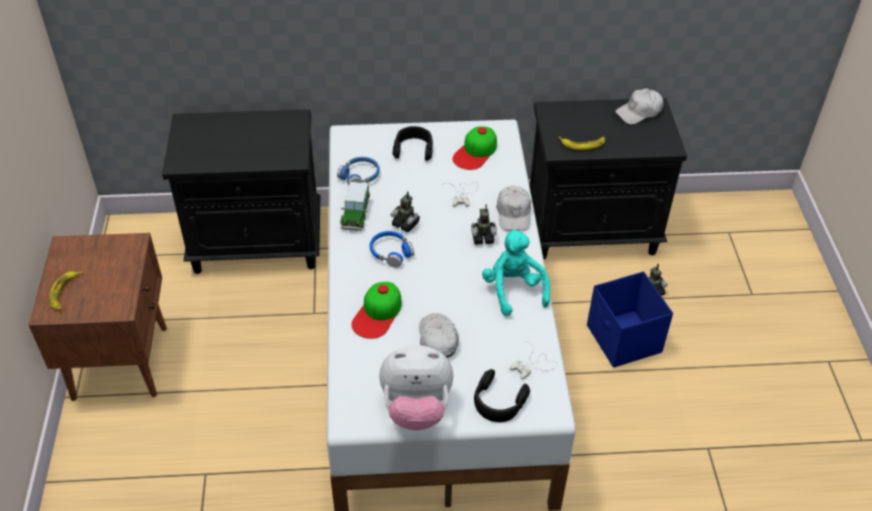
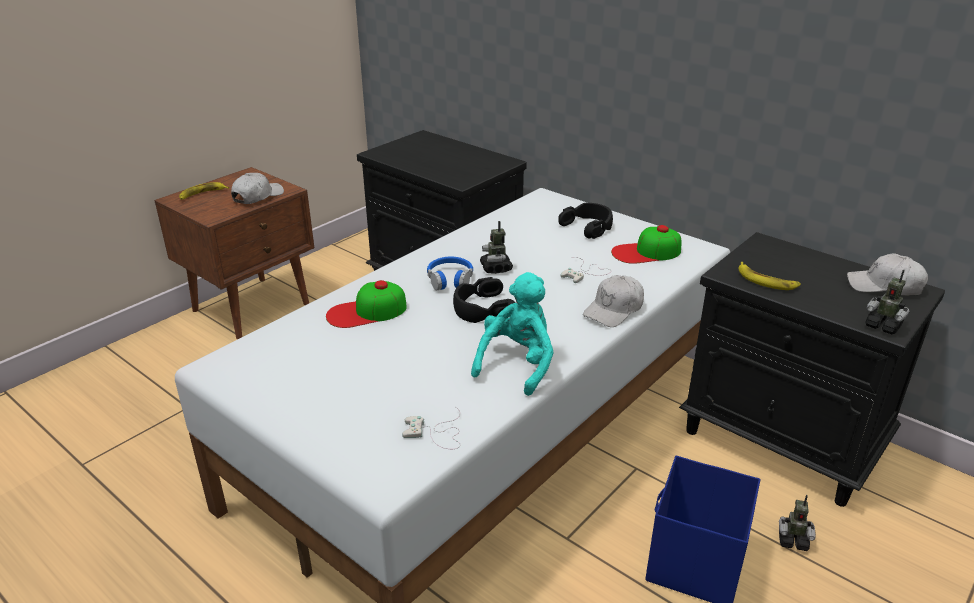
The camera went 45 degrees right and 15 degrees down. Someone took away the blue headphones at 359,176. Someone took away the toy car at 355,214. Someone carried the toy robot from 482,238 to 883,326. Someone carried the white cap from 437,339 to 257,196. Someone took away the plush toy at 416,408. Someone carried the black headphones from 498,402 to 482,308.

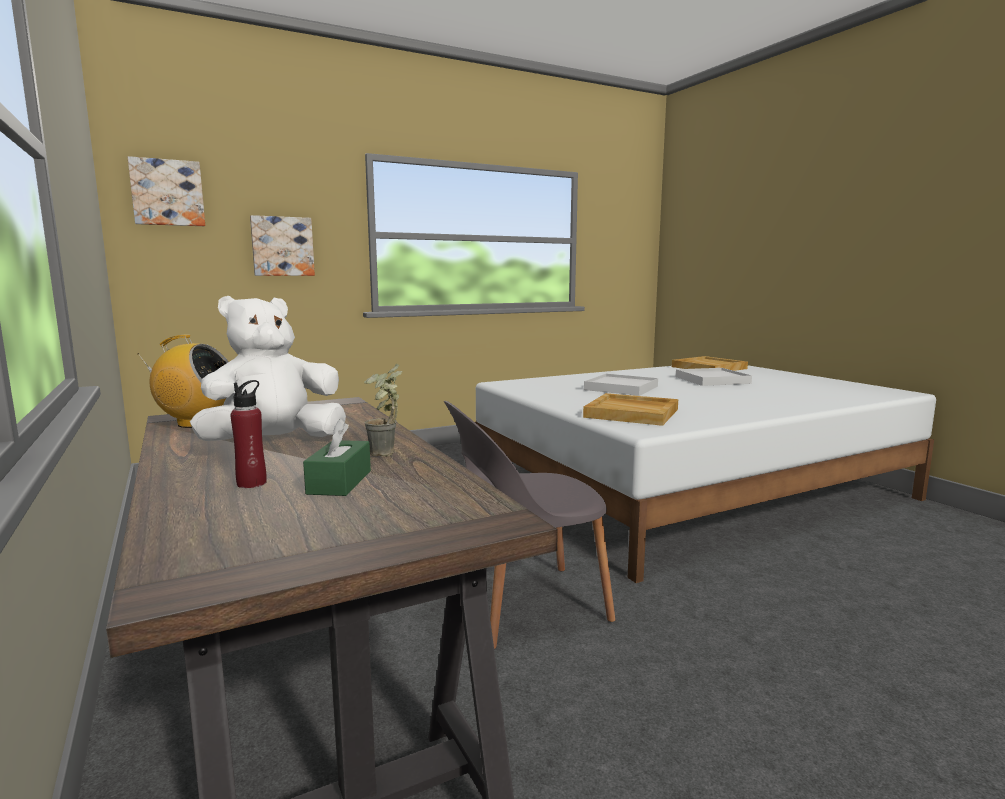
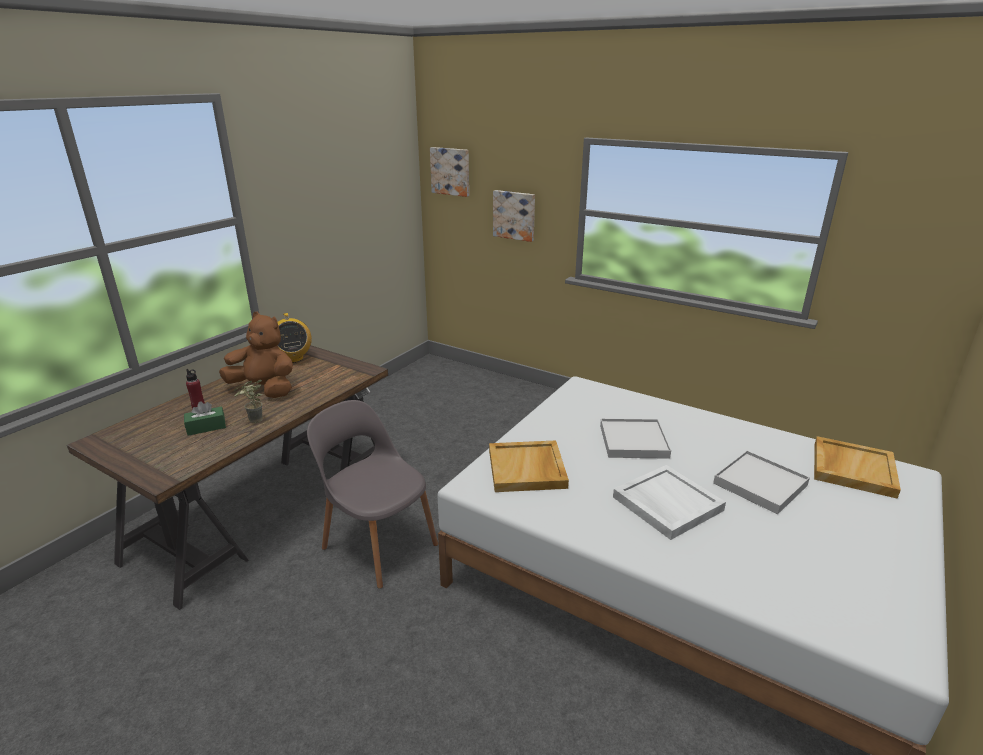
The camera went 60 degrees right and 15 degrees up. Someone repainted the white plush toy at 274,443, which became the brown plush toy at 264,389. Someone put down the white tray at 666,503.

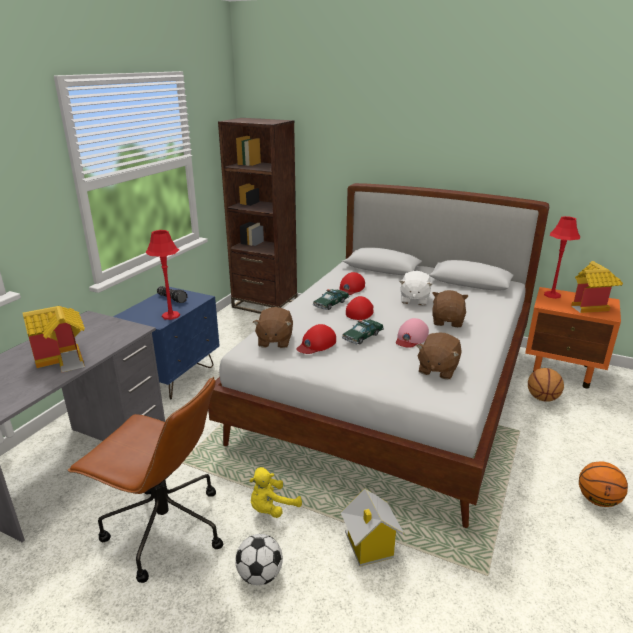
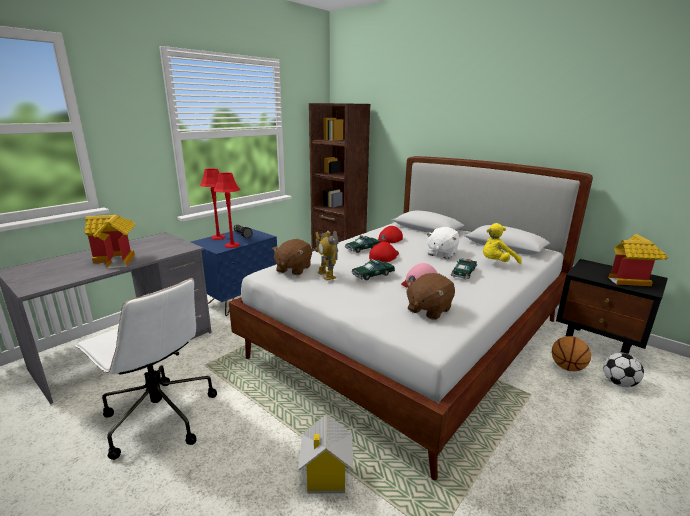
The camera went 15 degrees right and 5 degrees down. Someone carried the red table lamp from 552,295 to 218,237. Someone repainted the orange nightstand at 562,370, which became the black nightstand at 598,345. Someone swapped the brown plush toy at 448,321 for the toy car at 463,273. Someone swapped the red cap at 316,344 for the toy robot at 326,275. Someone repainted the brown office chair at 164,528, which became the white office chair at 158,417. Someone took away the basketball at 597,500. Someone carried the yellow plush toy from 272,508 to 496,263. Someone carried the football from 260,575 to 618,383.

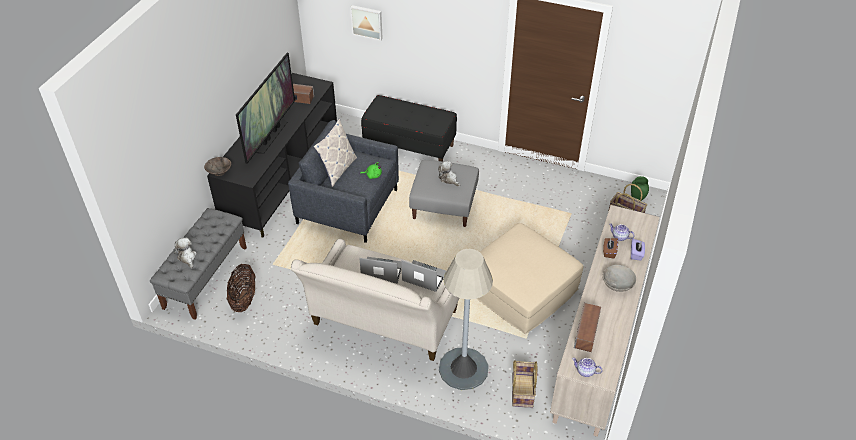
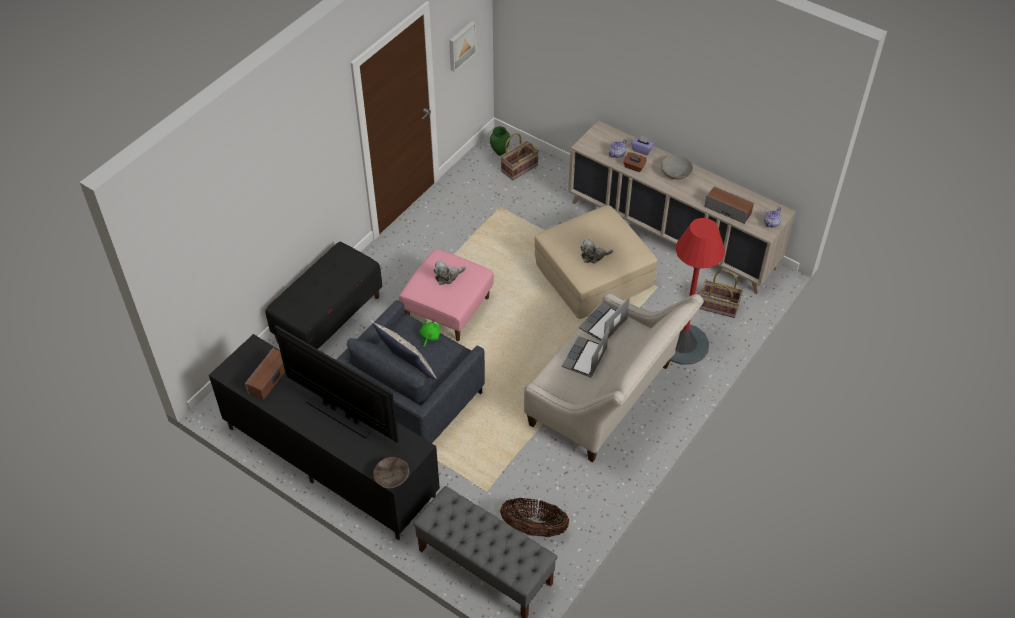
The camera went 75 degrees left and 5 degrees up. Someone carried the picture from 367,22 to 461,45. Someone repainted the grey ottoman at 444,206, which became the pink ottoman at 447,308. Someone carried the plush toy from 187,257 to 593,256. Someone repainted the grey floor lamp at 463,369, which became the red floor lamp at 683,344.

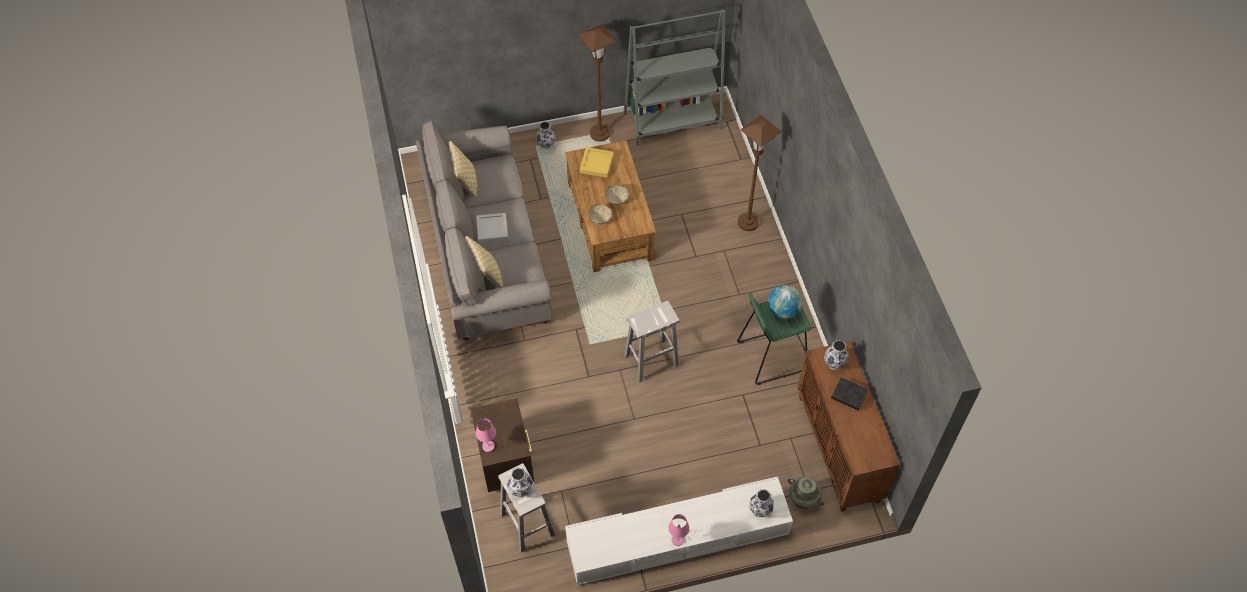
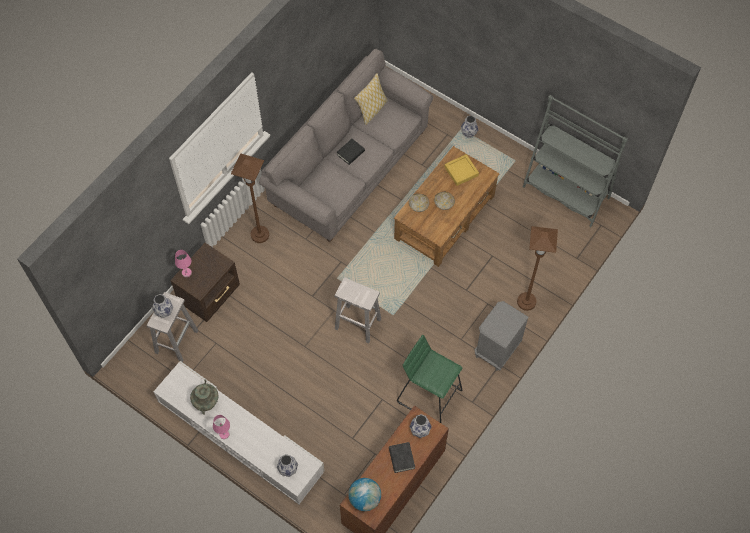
The camera went 50 degrees right and 5 degrees up. Someone carried the brown floor lamp from 599,134 to 260,235. Someone swapped the grey tray at 492,230 for the black book at 350,153. Someone took away the pillow at 487,275. Someone carried the globe from 783,311 to 365,499. Someone carried the turquoise vase from 803,499 to 206,402. Someone put down the grey nightstand at 497,350.

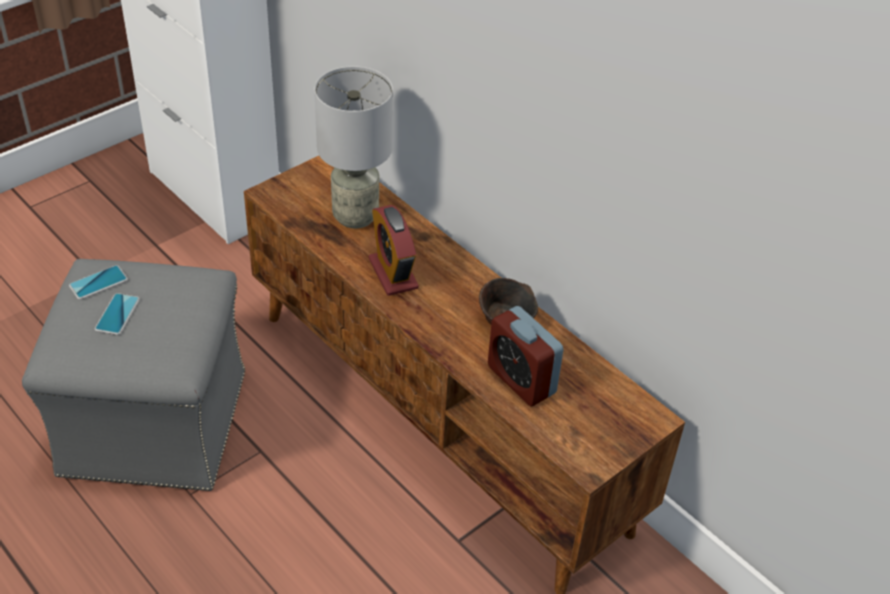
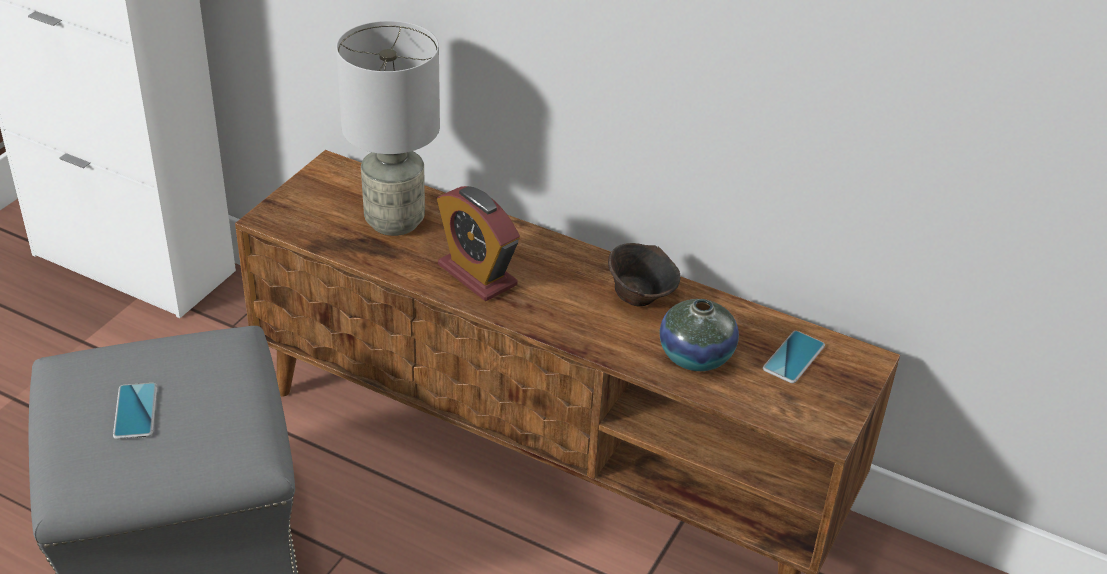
The camera went 20 degrees left and 5 degrees down. Someone carried the phone from 98,283 to 793,357. Someone swapped the alarm clock at 521,380 for the vase at 695,356.

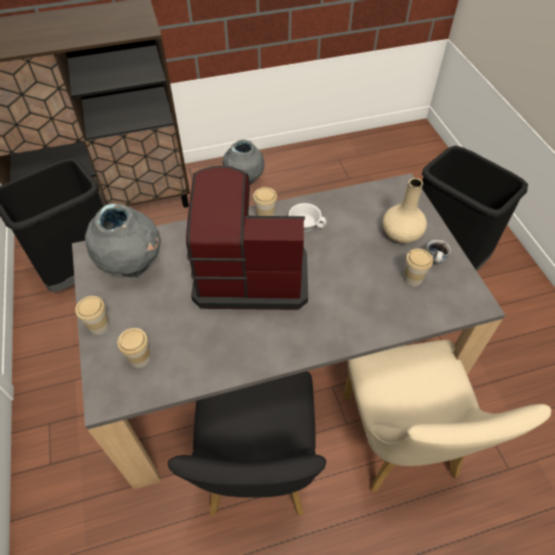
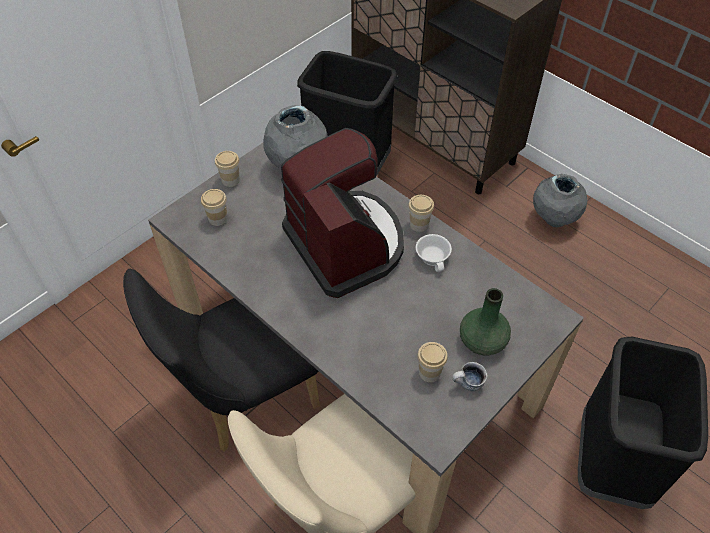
The camera went 60 degrees right and 0 degrees up. Someone repainted the beige vase at 401,233, which became the green vase at 483,341.

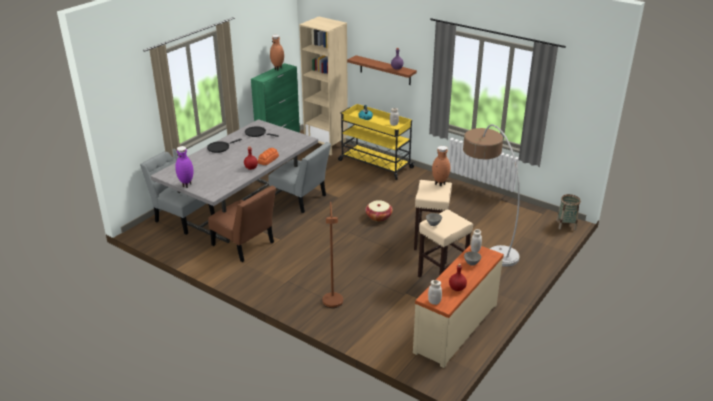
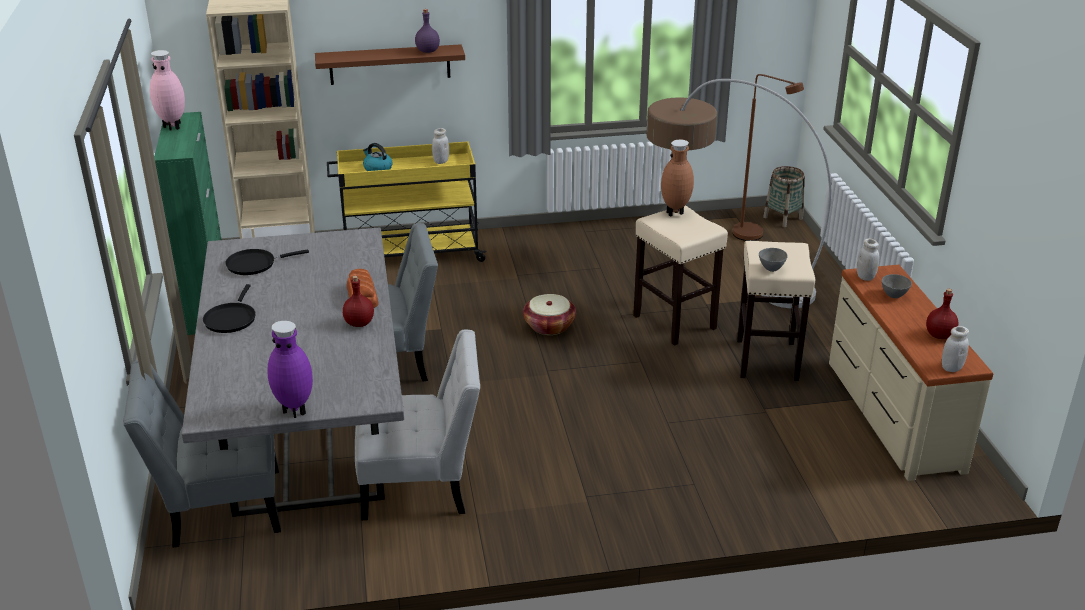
The camera went 45 degrees left and 0 degrees up. Someone repainted the brown vase at 278,68, which became the pink vase at 173,126. Someone repainted the brown chair at 245,245, which became the white chair at 421,485. Someone carried the brown floor lamp from 333,305 to 755,236.

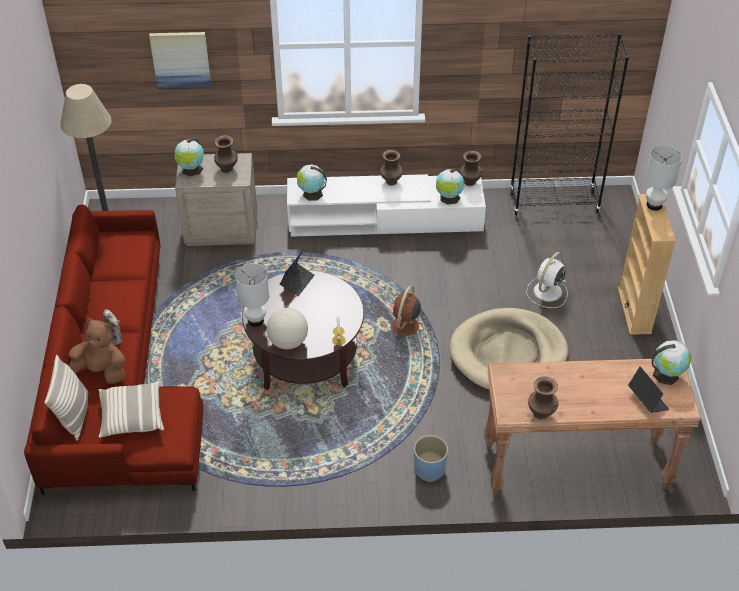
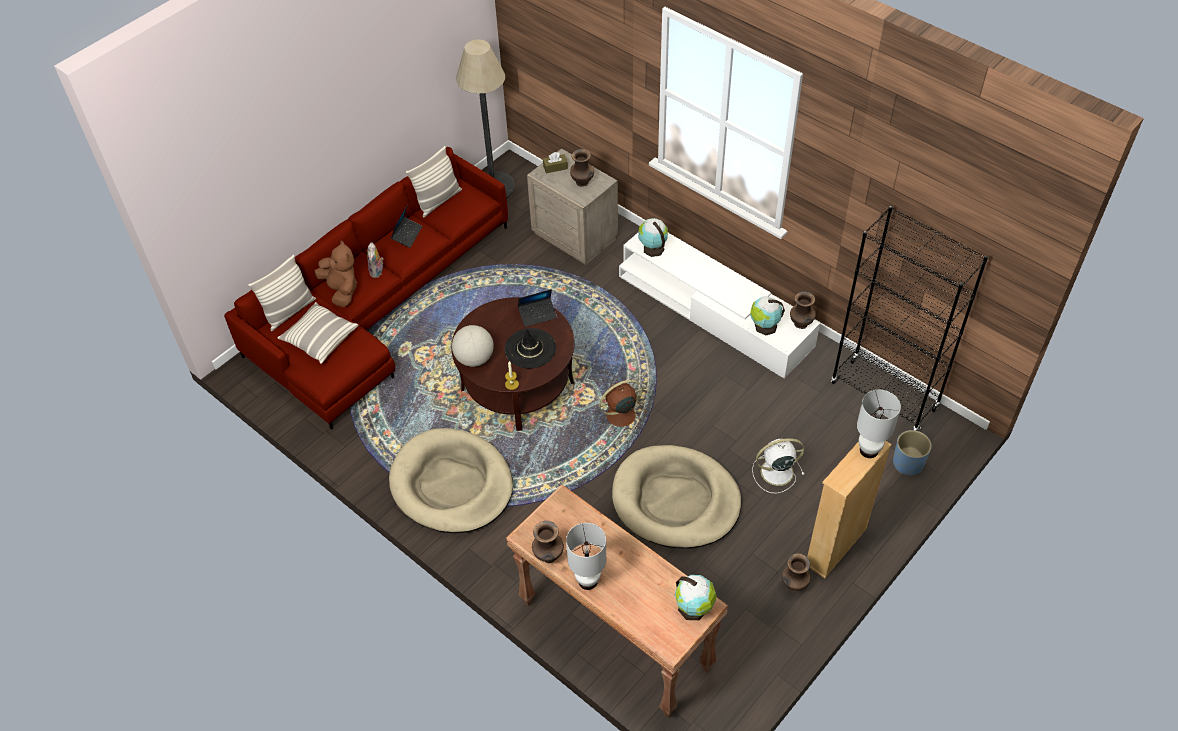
The camera went 45 degrees right and 5 degrees up. Someone took away the picture at 181,59. Someone swapped the globe at 191,170 for the brown tissue box at 555,167. Someone carried the brown vase from 391,182 to 794,585. Someone carried the white table lamp from 256,320 to 588,580. Someone carried the laptop from 647,400 to 407,235. Someone carried the blue planter from 429,469 to 907,463. Someone put down the pillow at 438,201. Someone put down the black hat at 530,349. Someone put down the beige dog bed at 452,484.

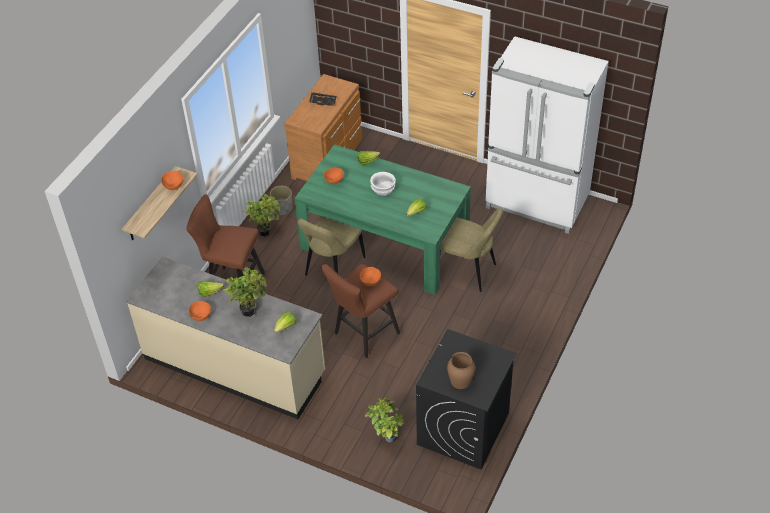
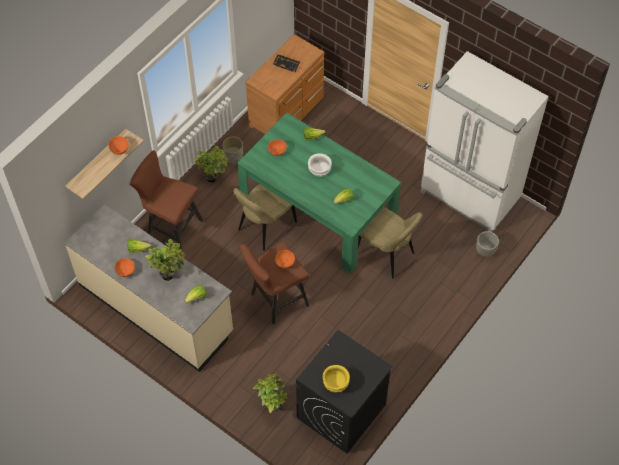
The camera went 10 degrees right and 10 degrees up. Someone swapped the brown vase at 461,380 for the yellow bowl at 336,383. Someone put down the grey planter at 485,251.

